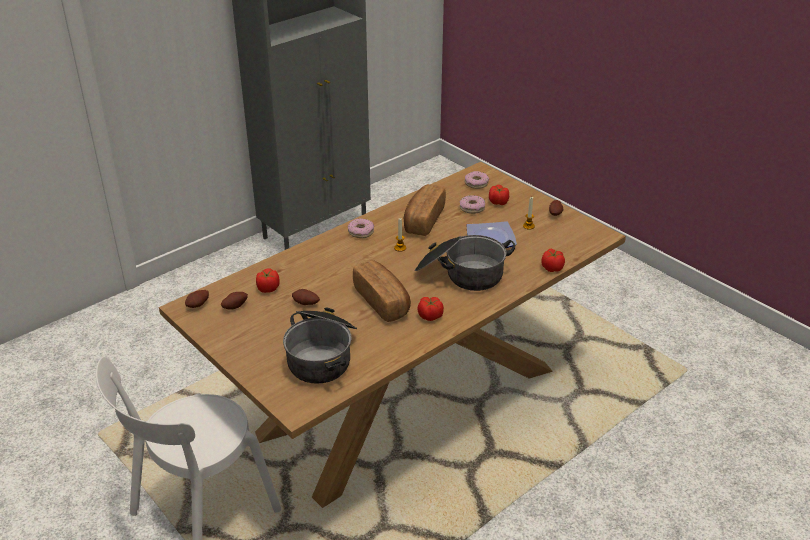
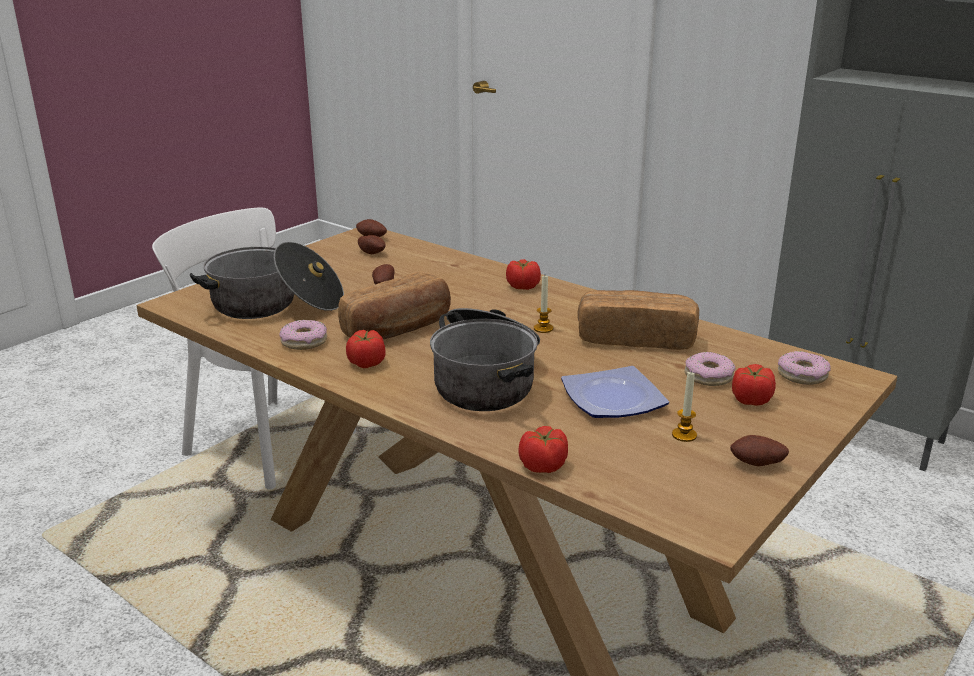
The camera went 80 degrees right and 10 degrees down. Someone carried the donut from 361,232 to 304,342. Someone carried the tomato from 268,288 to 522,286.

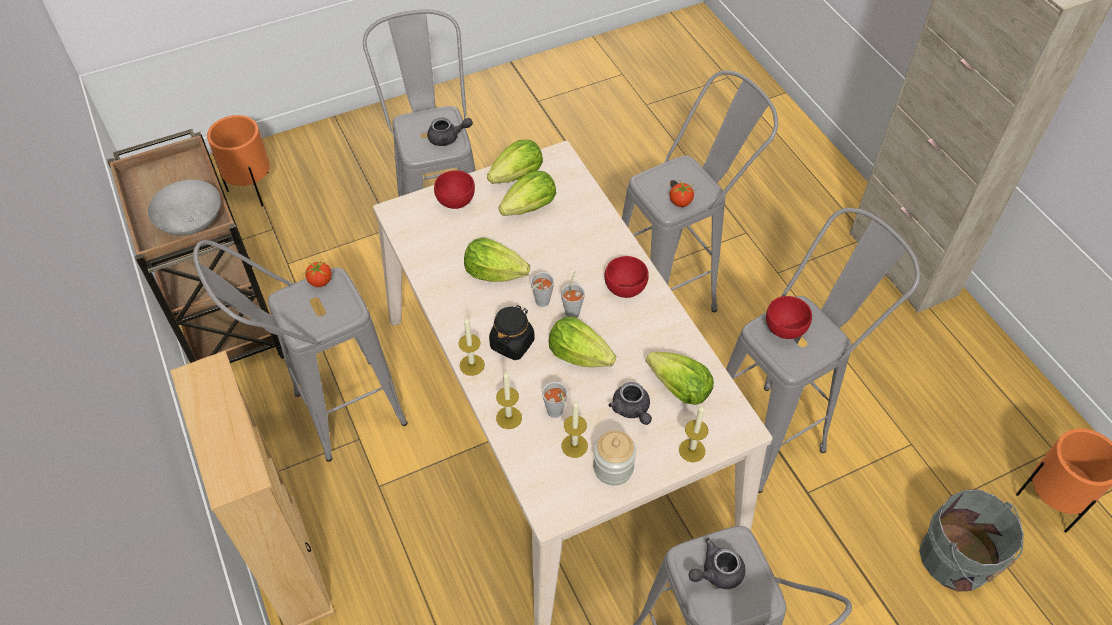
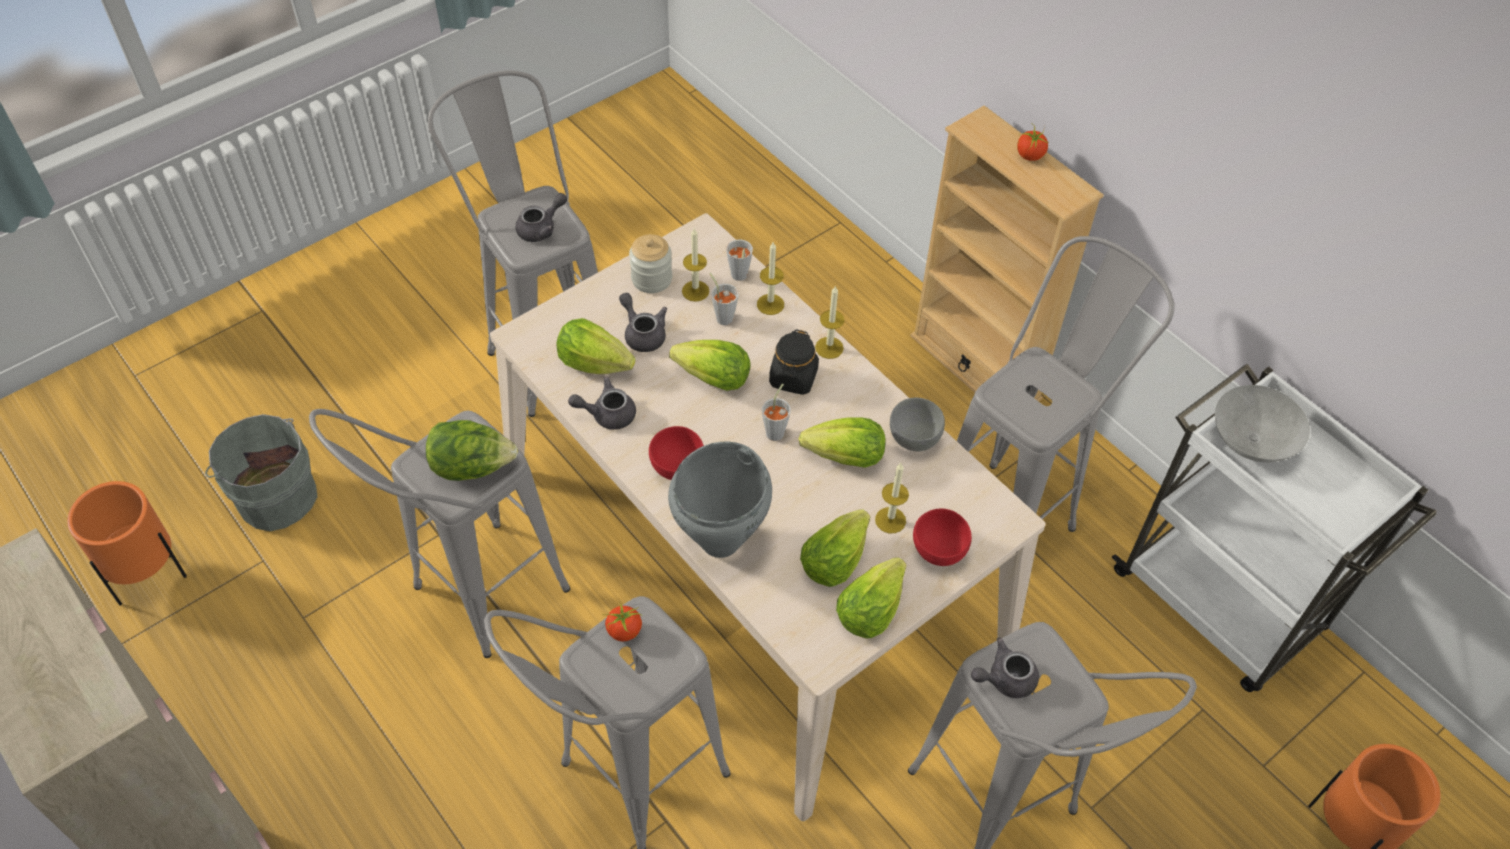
The camera went 165 degrees right and 0 degrees up. Someone repainted the brown cart at 226,321, which became the white cart at 1221,604. Someone carried the tomato from 320,281 to 1030,155. Someone carried the grey cup from 573,309 to 738,277. Someone swapped the red bowl at 785,329 for the lettuce at 472,467. Someone carried the candle from 692,450 to 890,520. Someone put down the grey teapot at 607,414. Someone put down the grey bowl at 915,438. Someone put down the grey cooking pot at 721,541.

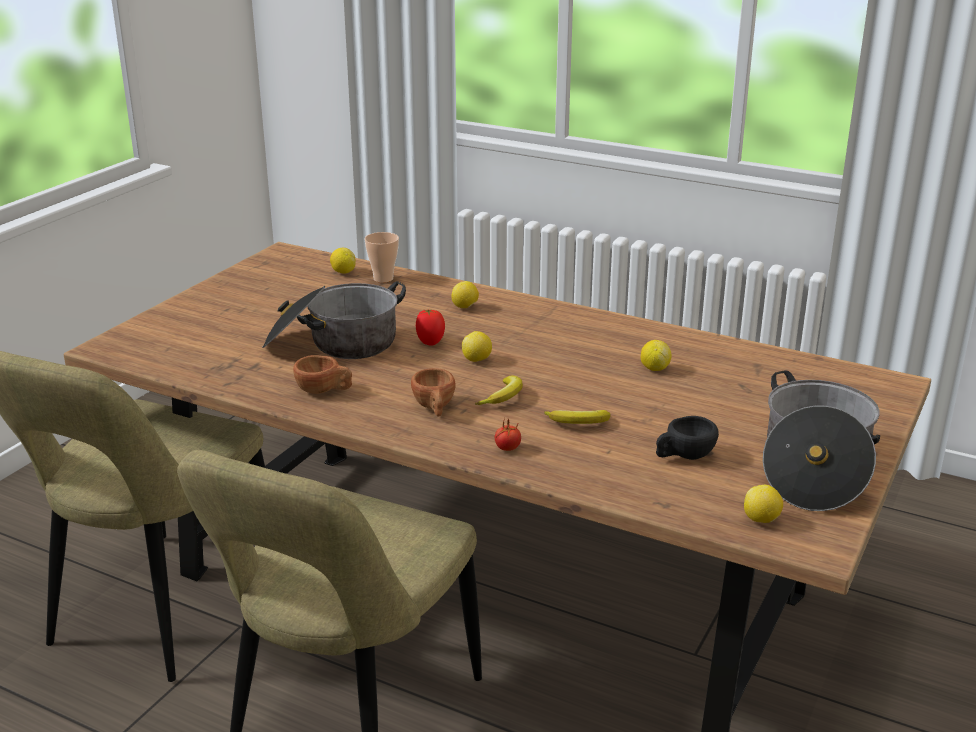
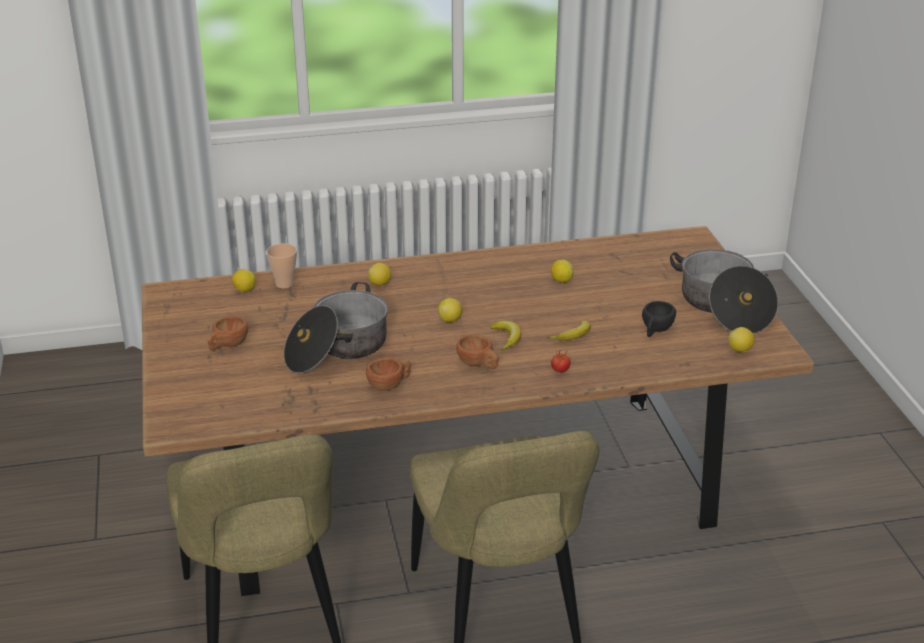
The camera went 40 degrees left and 5 degrees up. Someone took away the tomato at 430,342. Someone put down the brown cup at 227,345.

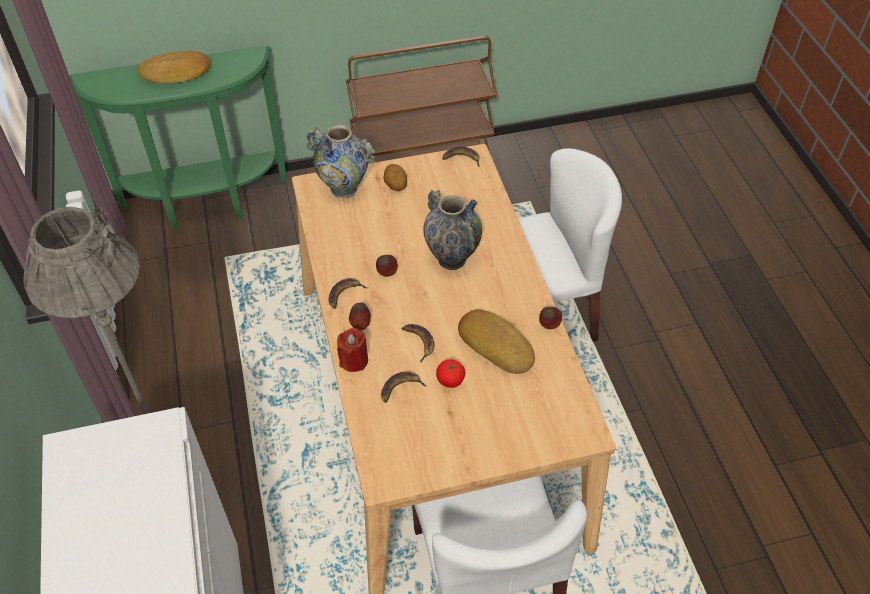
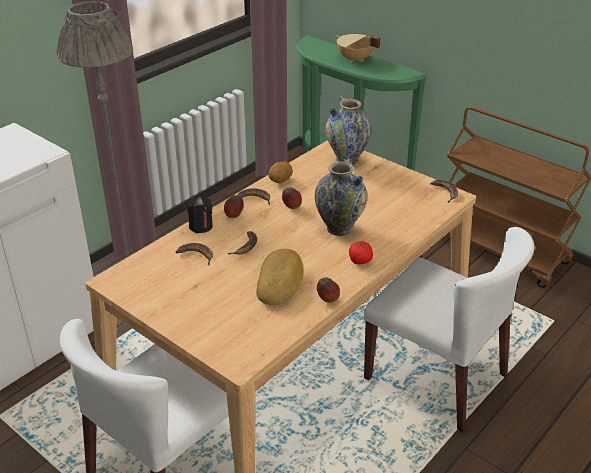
The camera went 55 degrees right and 15 degrees down. Someone swapped the bread at 176,73 for the beige cooking pot at 354,60. Someone carried the potato from 395,186 to 280,181. Someone repainted the red candle at 354,360, which became the black candle at 201,226. Someone carried the tomato from 450,380 to 360,261.

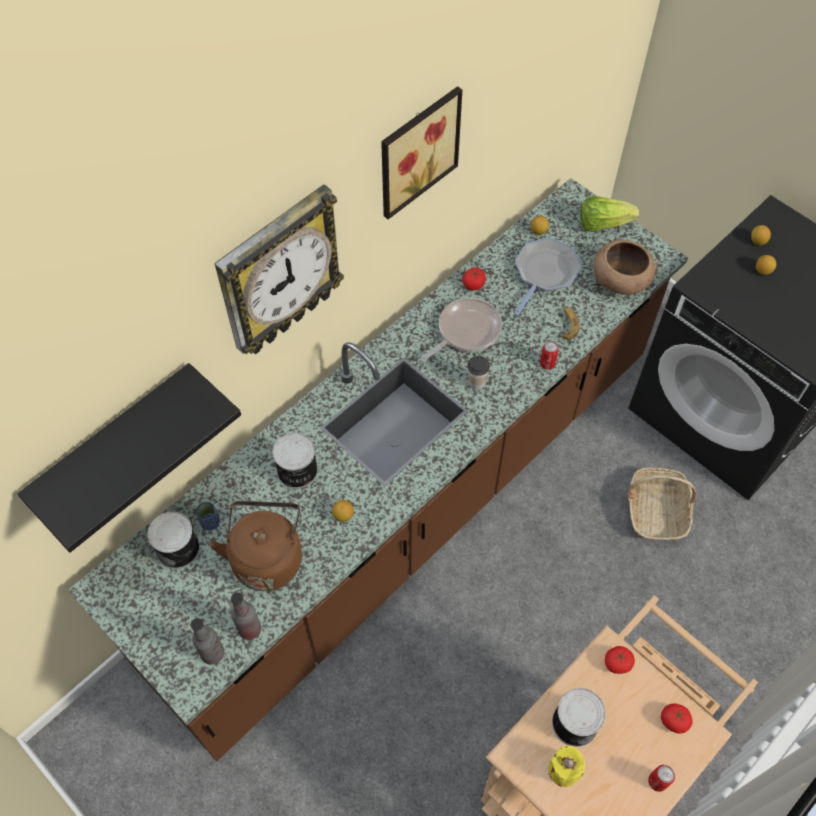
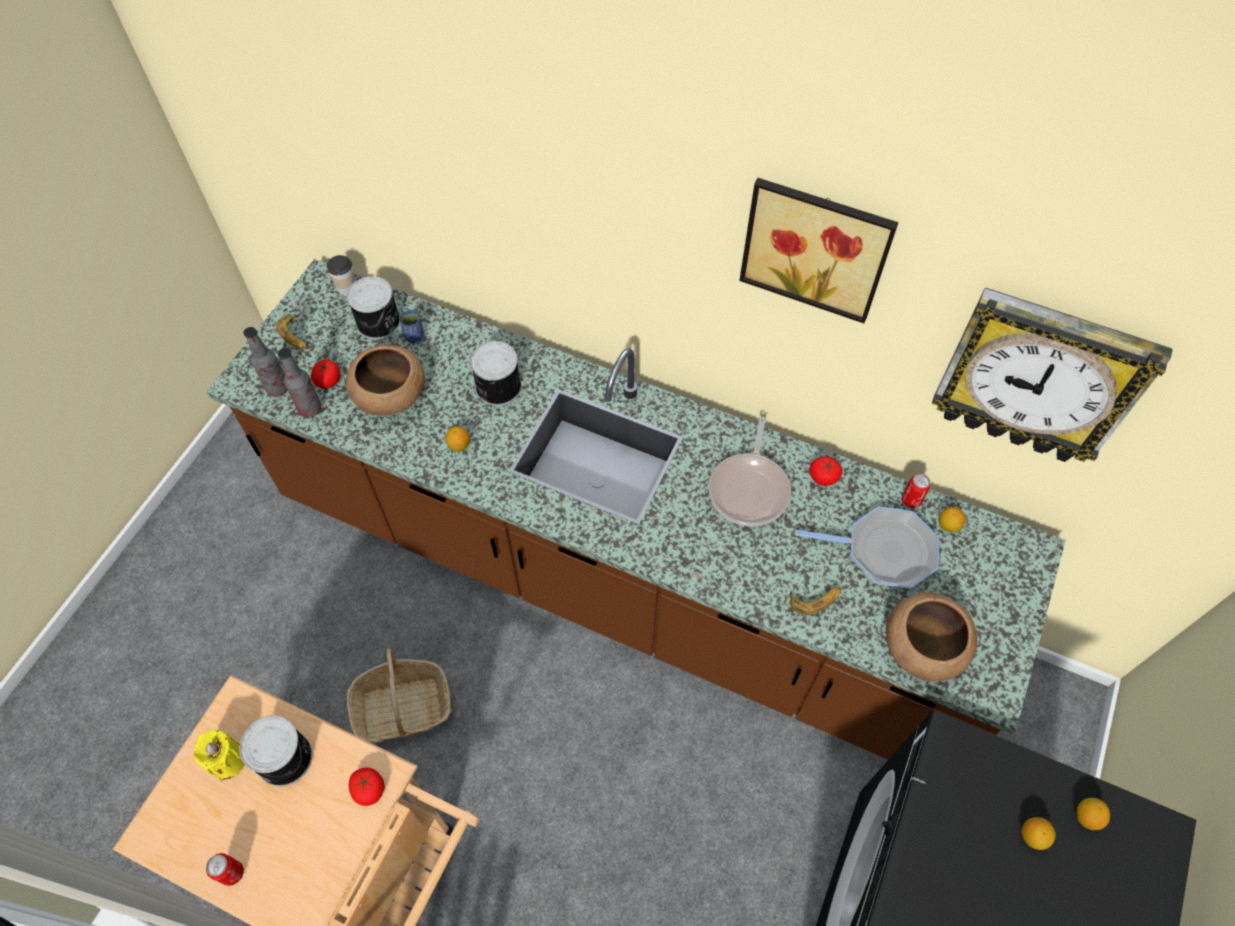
The camera went 70 degrees right and 0 degrees up. Someone carried the wall clock from 278,273 to 1039,378. Someone took away the lettuce at 603,224. Someone rotated the frying pan at 466,331 by 75 degrees clockwise. Someone carried the can from 547,363 to 911,500. Someone carried the cup from 476,382 to 347,288. Someone took away the black shelf at 115,444. Someone carried the basket from 656,510 to 403,707. Someone swapped the brown kettle at 267,556 for the brown bowl at 391,395. Someone carried the tomato from 674,720 to 328,380. Someone put down the banana at 295,336.

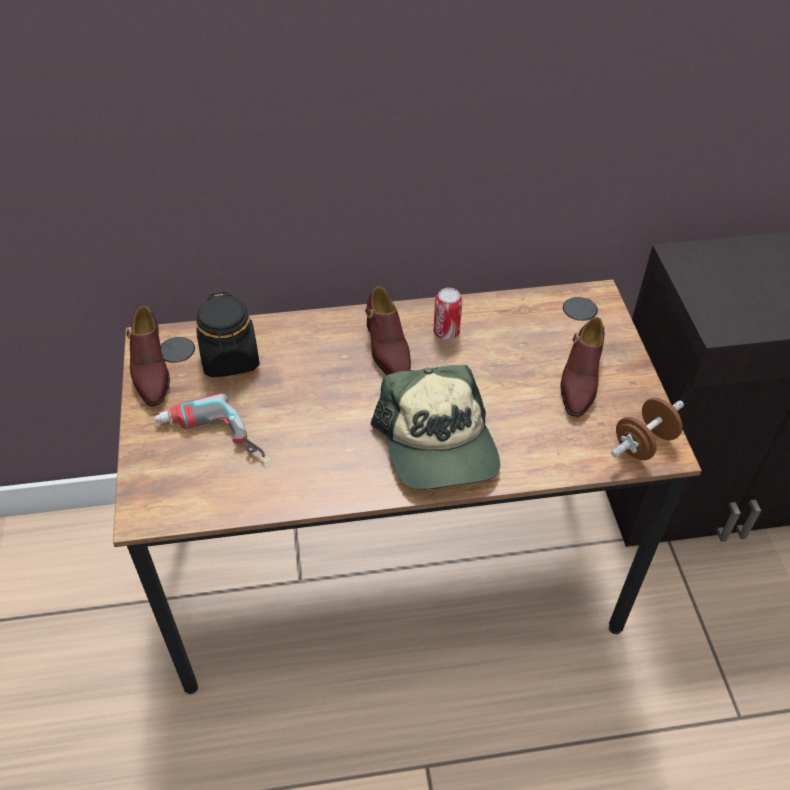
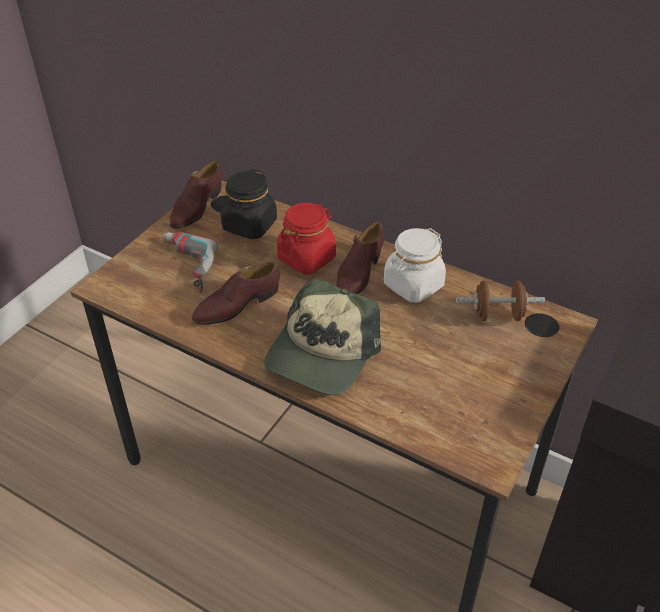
The camera went 40 degrees right and 5 degrees down. Someone swapped the can at 446,332 for the white jar at 413,285. Someone carried the brown shoe from 580,379 to 237,305. Someone carried the brown dumbbell from 643,443 to 497,315. Someone put down the red jar at 307,258.

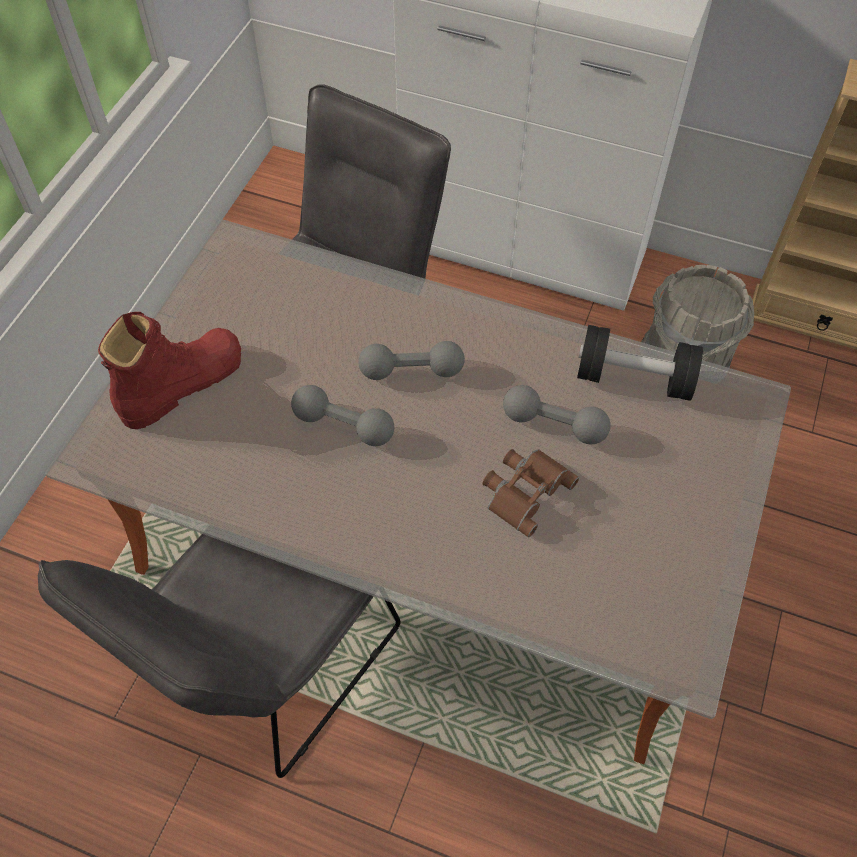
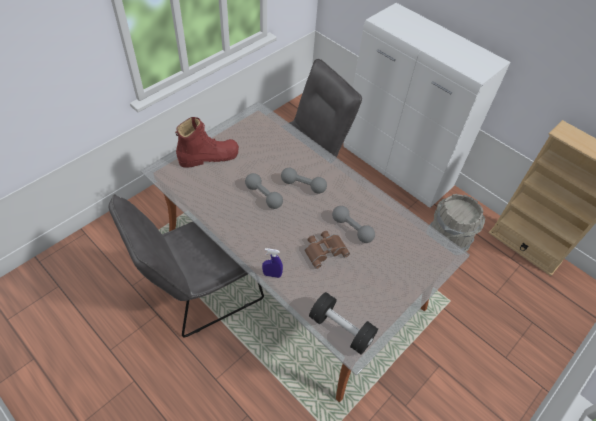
The camera went 20 degrees right and 5 degrees down. Someone carried the black dumbbell from 634,378 to 341,329. Someone put down the blue spray bottle at 272,274.

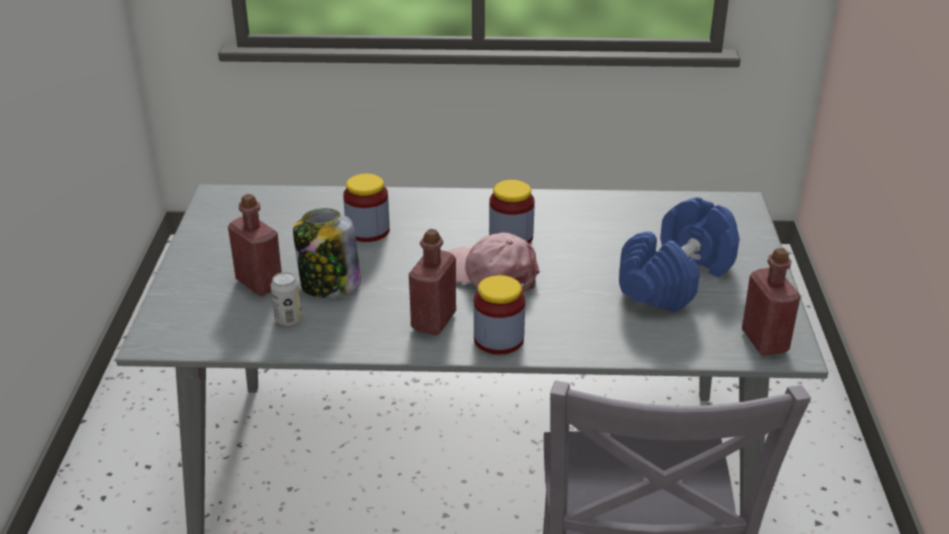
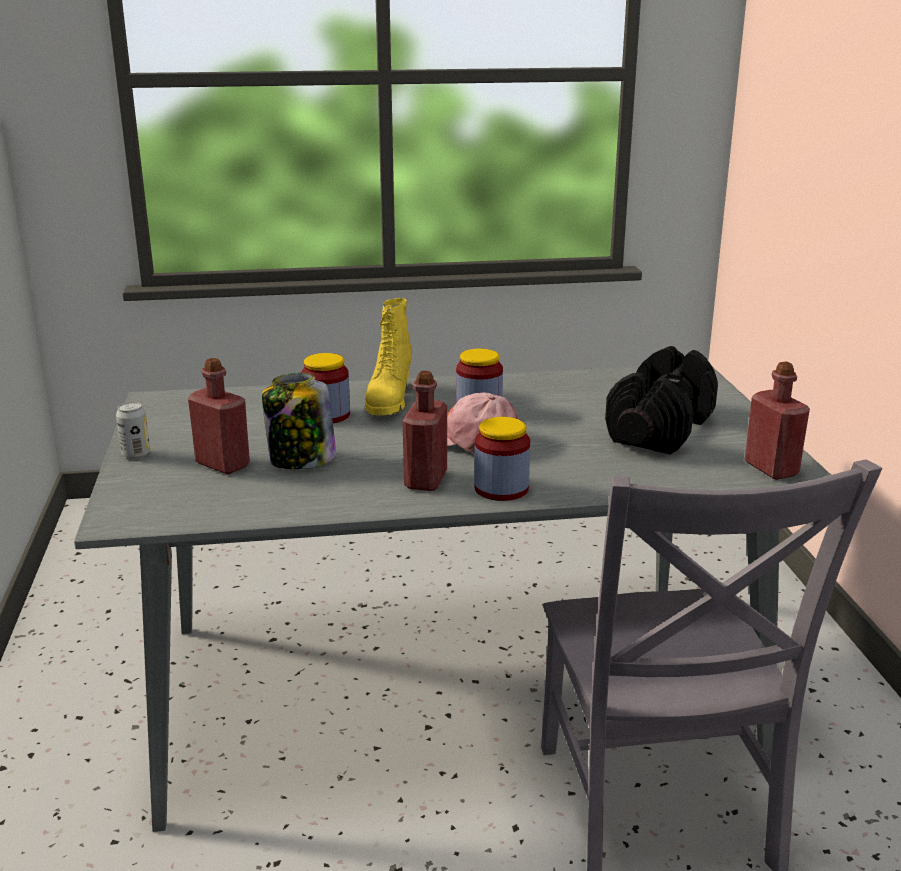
The camera went 10 degrees left and 10 degrees down. Someone repainted the blue dumbbell at 676,279, which became the black dumbbell at 659,429. Someone carried the can from 288,320 to 136,454. Someone put down the yellow boot at 389,401.

